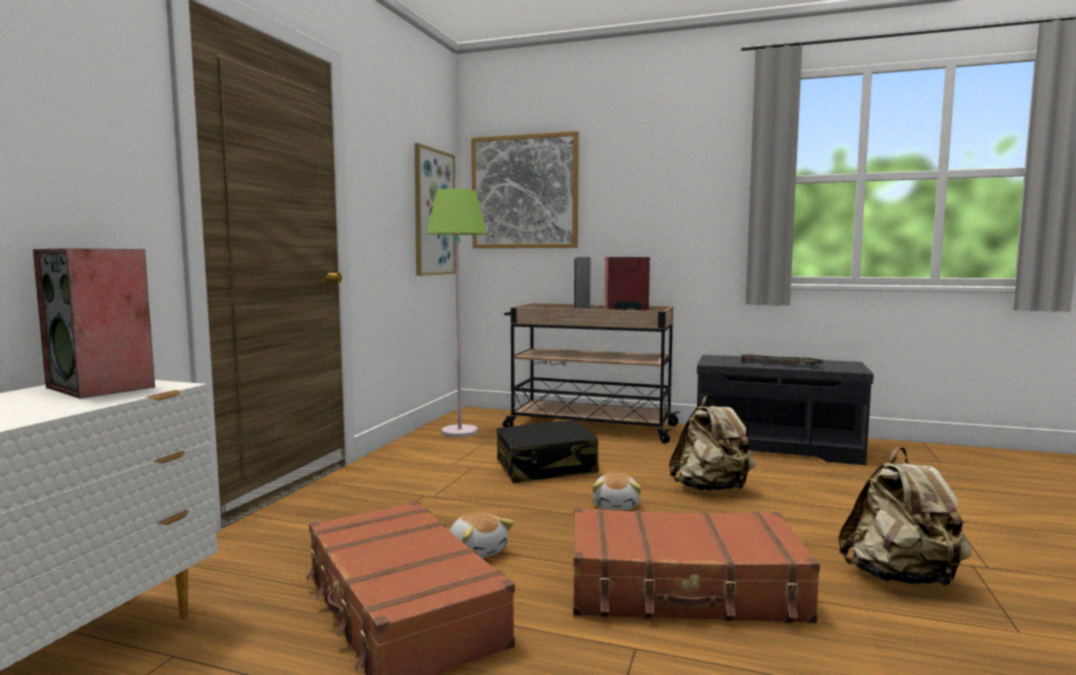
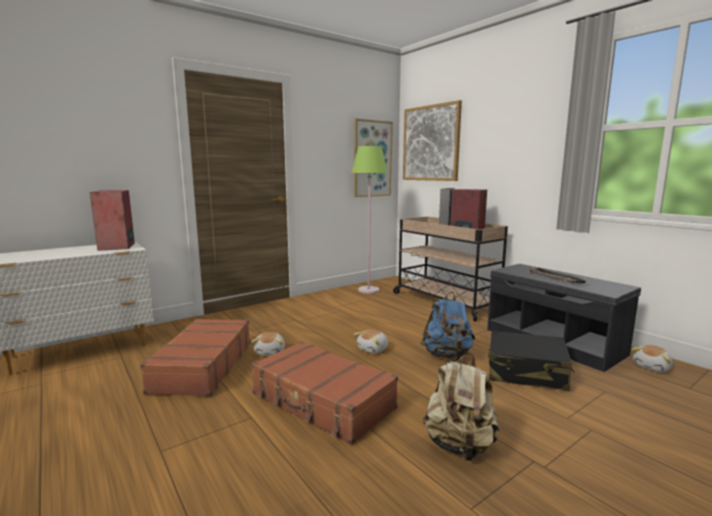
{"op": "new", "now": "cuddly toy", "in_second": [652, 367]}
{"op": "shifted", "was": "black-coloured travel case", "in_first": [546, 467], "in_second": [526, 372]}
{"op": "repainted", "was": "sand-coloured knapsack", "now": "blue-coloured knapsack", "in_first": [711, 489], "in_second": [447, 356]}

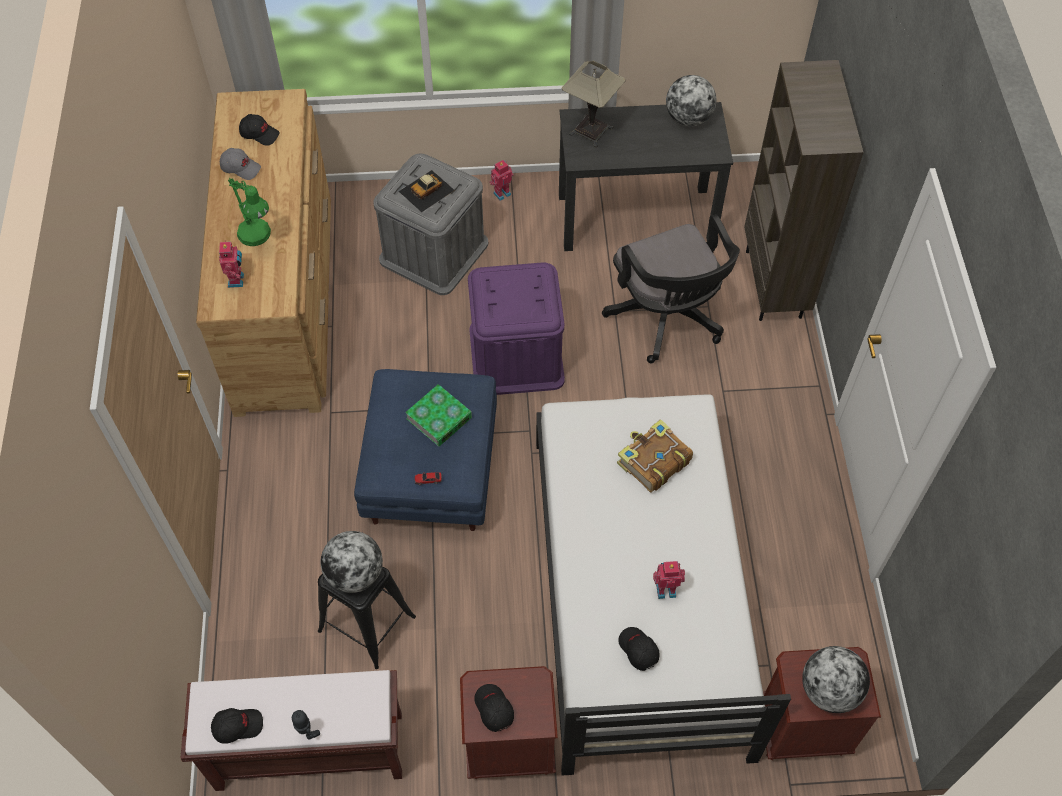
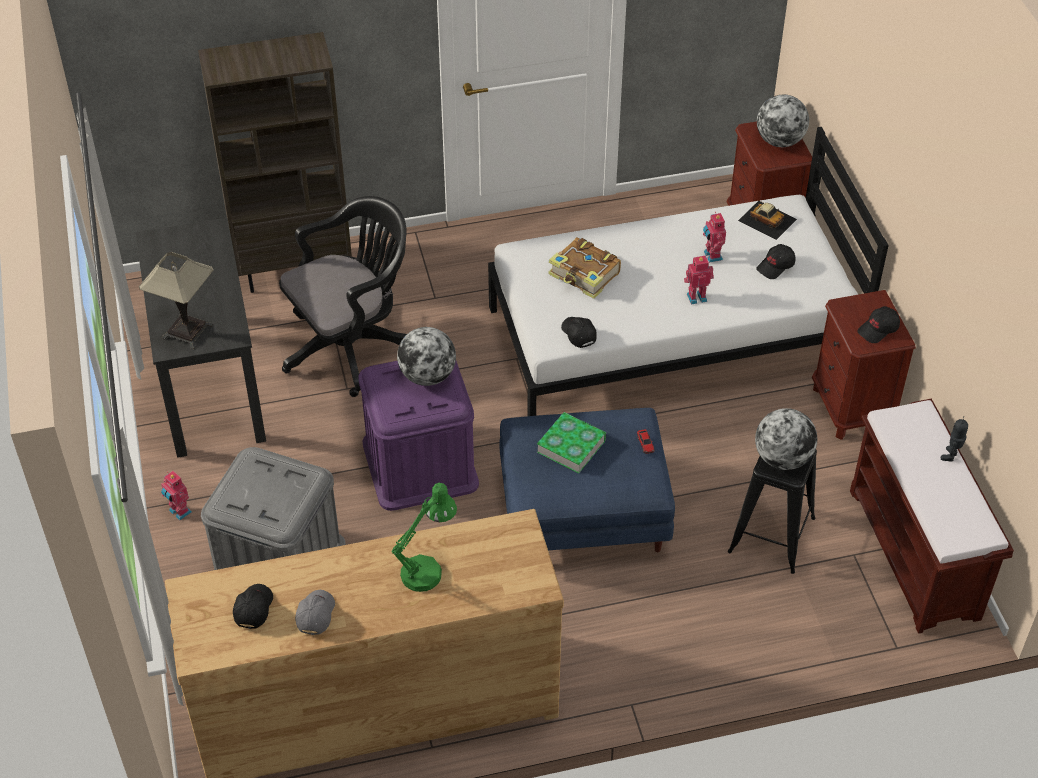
{"op": "shifted", "was": "black-coloured cap", "in_first": [237, 726], "in_second": [578, 334]}
{"op": "shifted", "was": "model robot", "in_first": [237, 280], "in_second": [696, 296]}
{"op": "shifted", "was": "model car", "in_first": [427, 190], "in_second": [767, 219]}
{"op": "shifted", "was": "globe", "in_first": [688, 118], "in_second": [427, 376]}

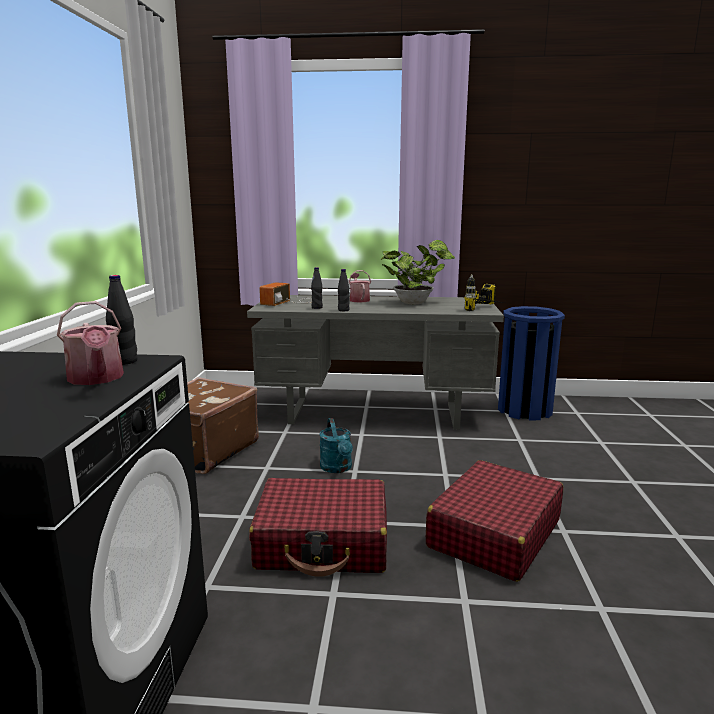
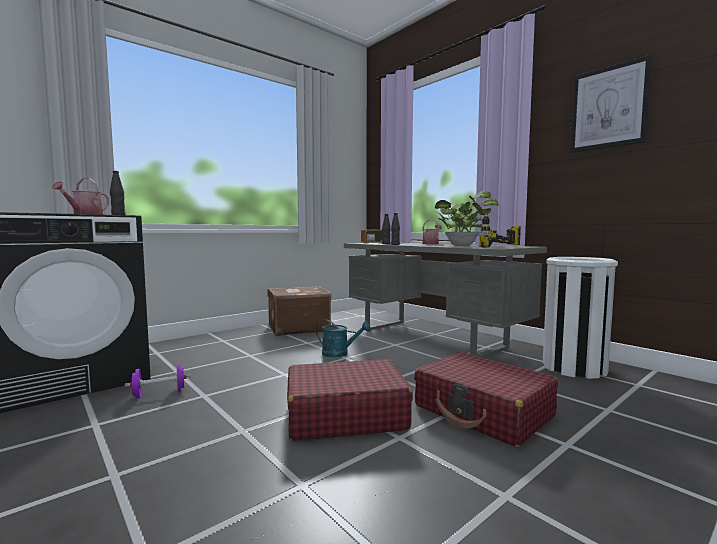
{"op": "new", "now": "purple free weight", "in_second": [159, 393]}
{"op": "new", "now": "wall picture", "in_second": [608, 107]}
{"op": "shifted", "was": "reddish travel case", "in_first": [323, 542], "in_second": [483, 411]}
{"op": "repainted", "was": "blue-coloured waste bin", "now": "white-coloured waste bin", "in_first": [525, 410], "in_second": [574, 368]}
{"op": "rotated", "was": "blue-green watering pot", "in_first": [337, 468], "in_second": [340, 353], "clockwise": -105}

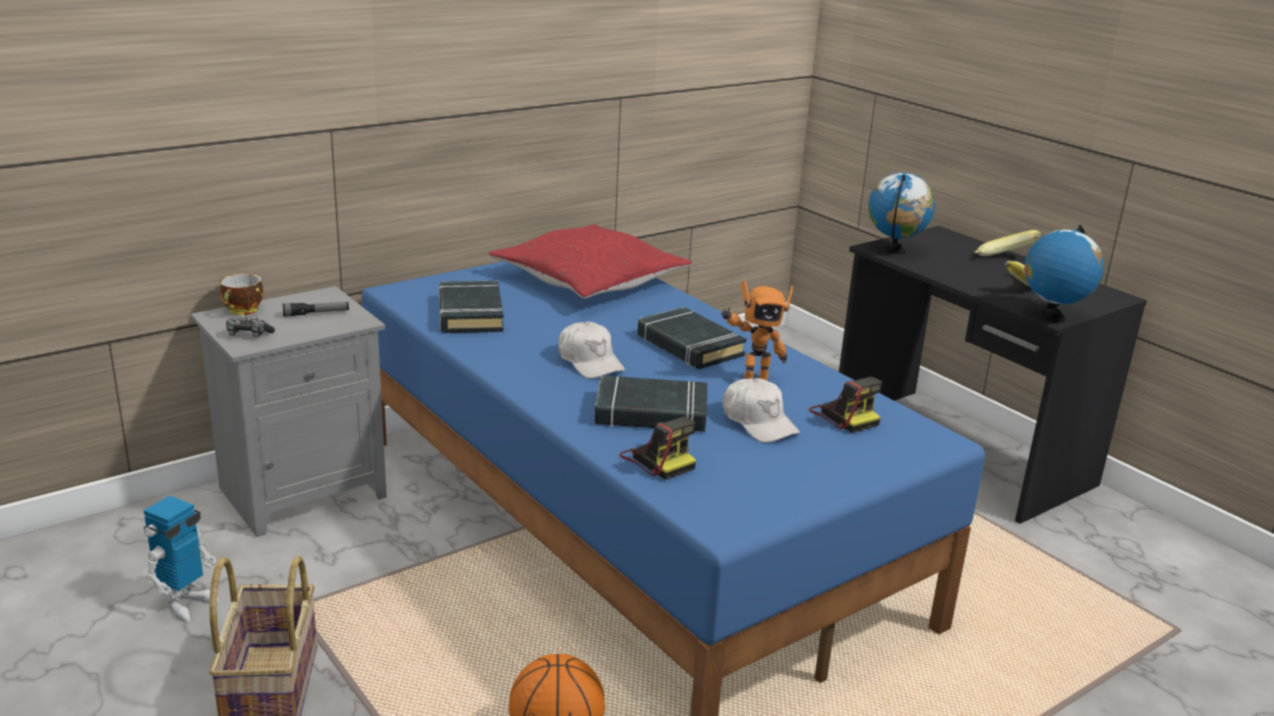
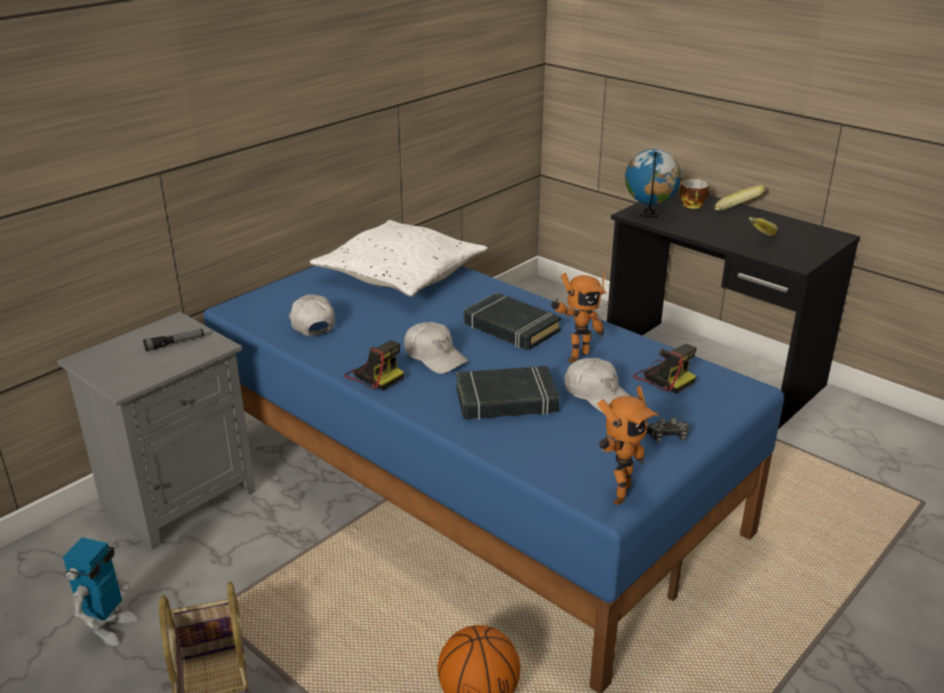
{"op": "gone", "was": "globe", "in_first": [1052, 317]}
{"op": "new", "now": "model robot", "in_second": [616, 493]}
{"op": "shifted", "was": "cup", "in_first": [243, 311], "in_second": [693, 205]}
{"op": "shifted", "was": "game controller", "in_first": [248, 335], "in_second": [666, 437]}
{"op": "shifted", "was": "photo camera", "in_first": [658, 460], "in_second": [374, 375]}
{"op": "swapped", "was": "black-coloured bound book", "now": "white-coloured cap", "in_first": [470, 314], "in_second": [311, 323]}
{"op": "repainted", "was": "reddish pillow", "now": "white-coloured pillow", "in_first": [589, 280], "in_second": [400, 273]}

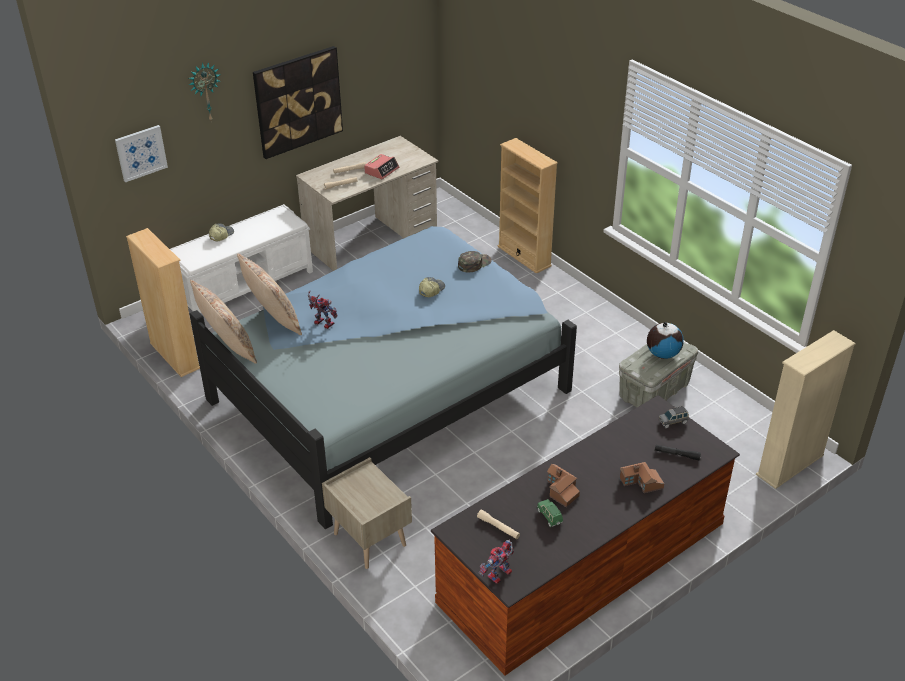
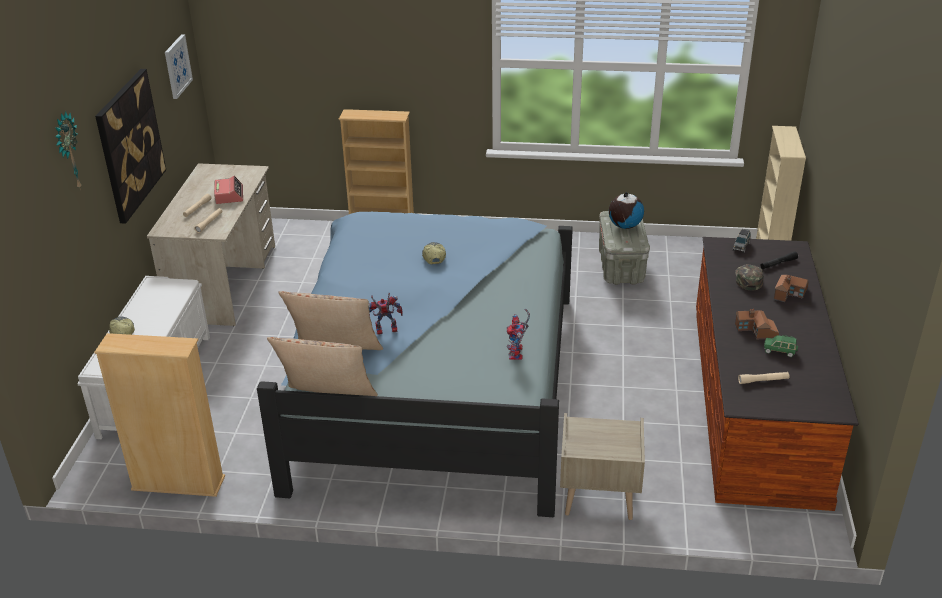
{"op": "shifted", "was": "wall picture", "in_first": [141, 153], "in_second": [177, 66]}
{"op": "shifted", "was": "green-coloured cap", "in_first": [474, 264], "in_second": [748, 279]}
{"op": "shifted", "was": "model robot", "in_first": [499, 576], "in_second": [517, 354]}

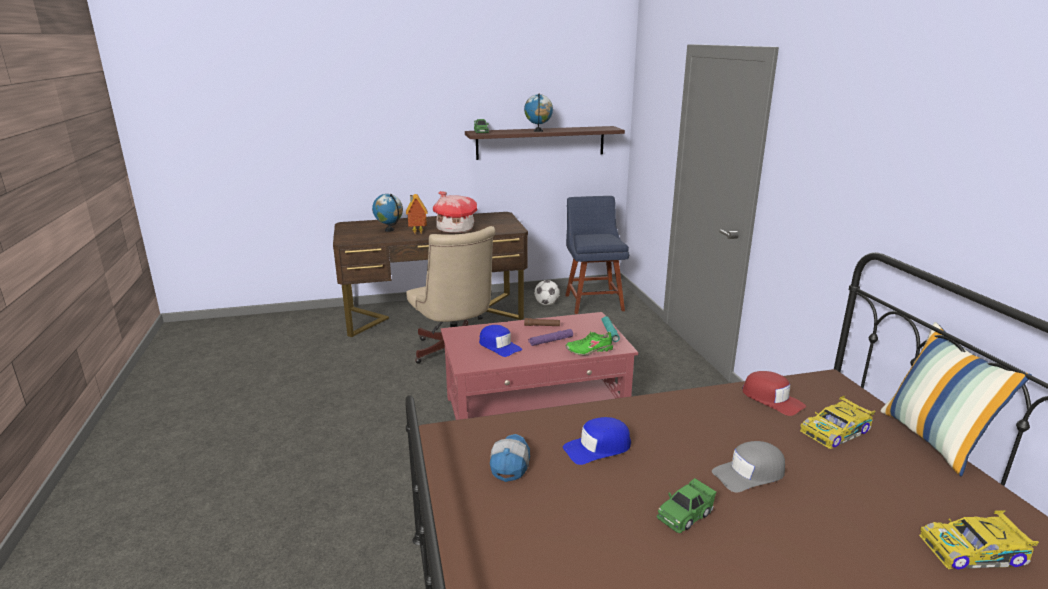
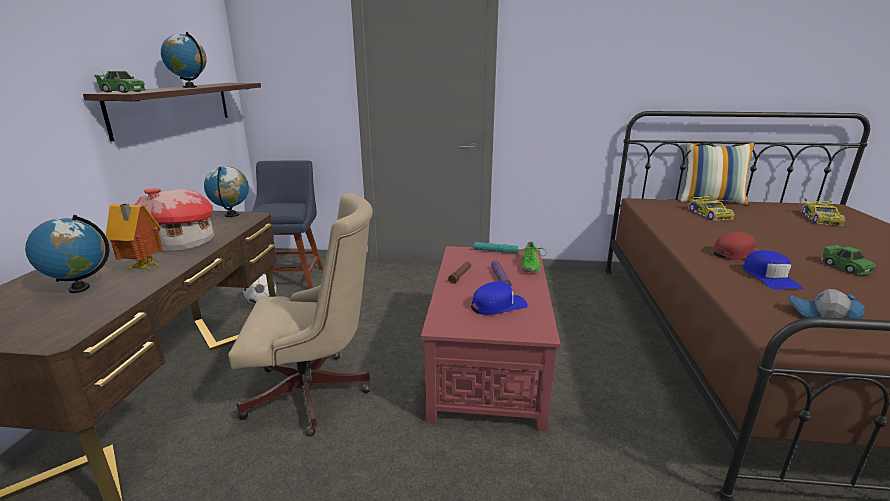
{"op": "gone", "was": "greyish cap", "in_first": [749, 474]}
{"op": "new", "now": "globe", "in_second": [232, 215]}
{"op": "shifted", "was": "reddish cap", "in_first": [772, 399], "in_second": [737, 253]}
{"op": "rotated", "was": "blue-coloured upright chair", "in_first": [593, 301], "in_second": [291, 278], "clockwise": 75}

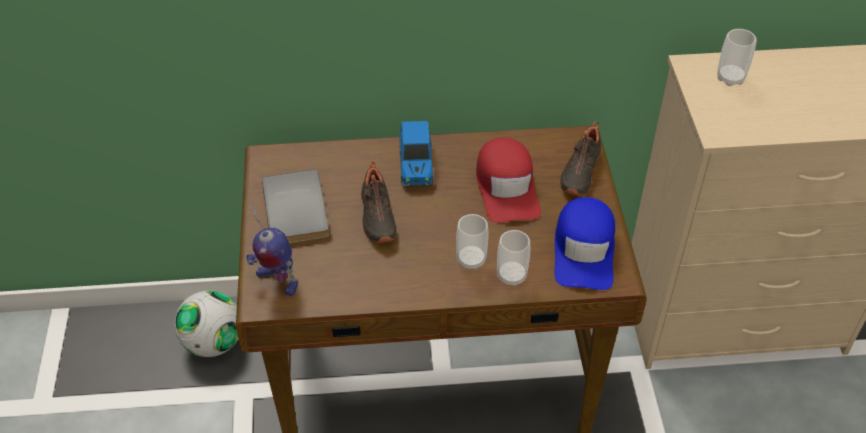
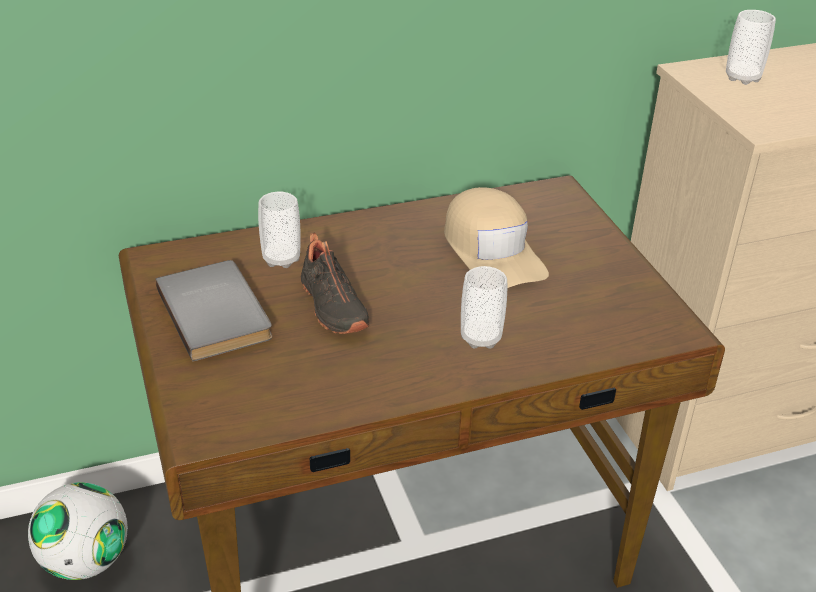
{"op": "gone", "was": "model robot", "in_first": [276, 281]}
{"op": "gone", "was": "model car", "in_first": [416, 166]}
{"op": "gone", "was": "blue-coloured cap", "in_first": [584, 250]}
{"op": "gone", "was": "black-coloured low shoe", "in_first": [579, 172]}
{"op": "shifted", "was": "cup", "in_first": [511, 276], "in_second": [281, 259]}
{"op": "repainted", "was": "reddish cap", "now": "sand-coloured cap", "in_first": [507, 187], "in_second": [492, 251]}

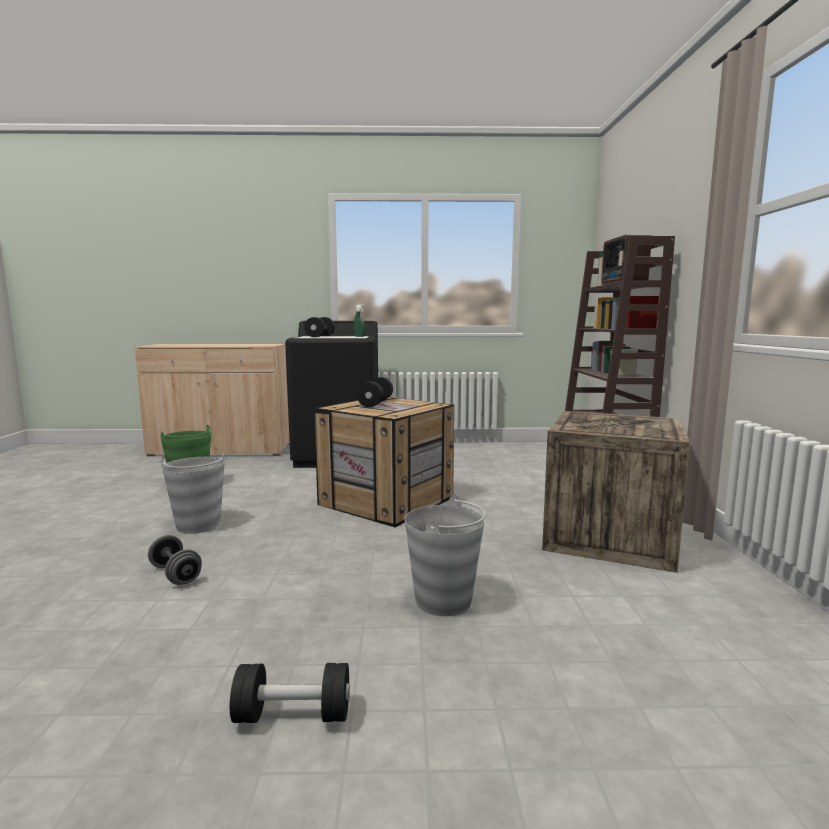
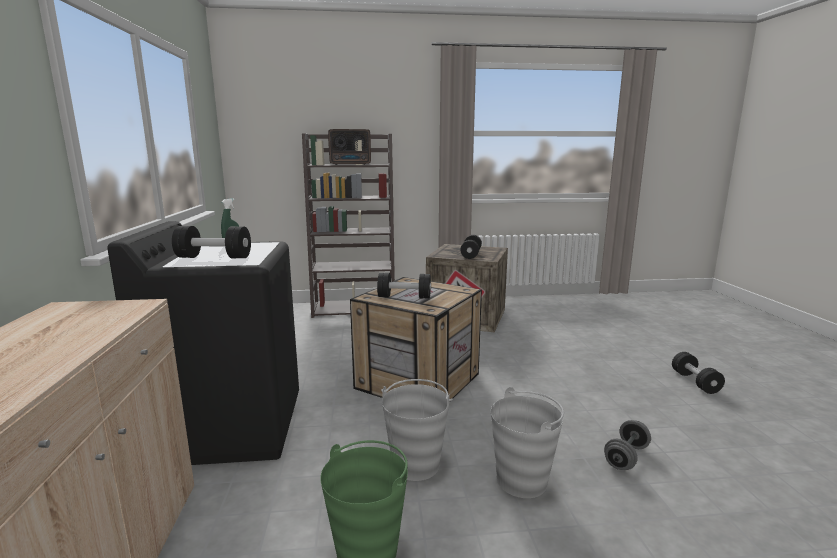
{"op": "new", "now": "black-coloured free weight", "in_second": [471, 255]}
{"op": "shifted", "was": "greyish pail", "in_first": [444, 601], "in_second": [416, 464]}

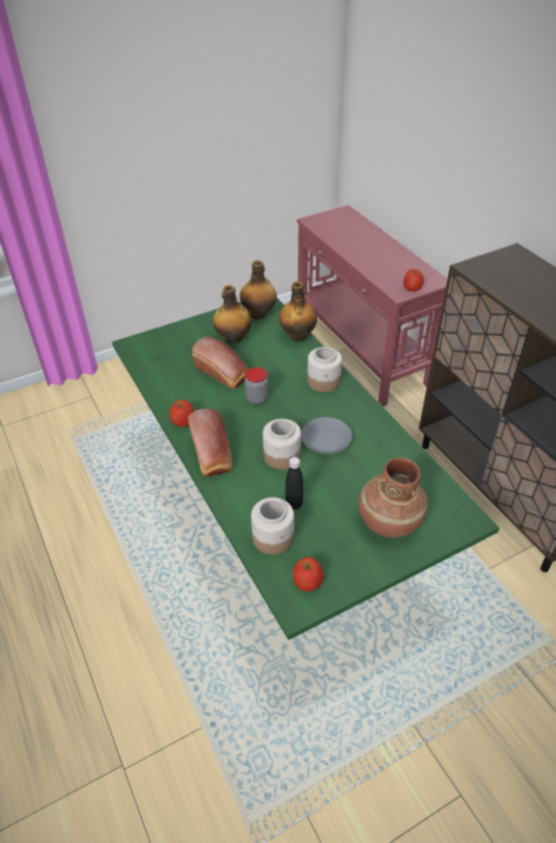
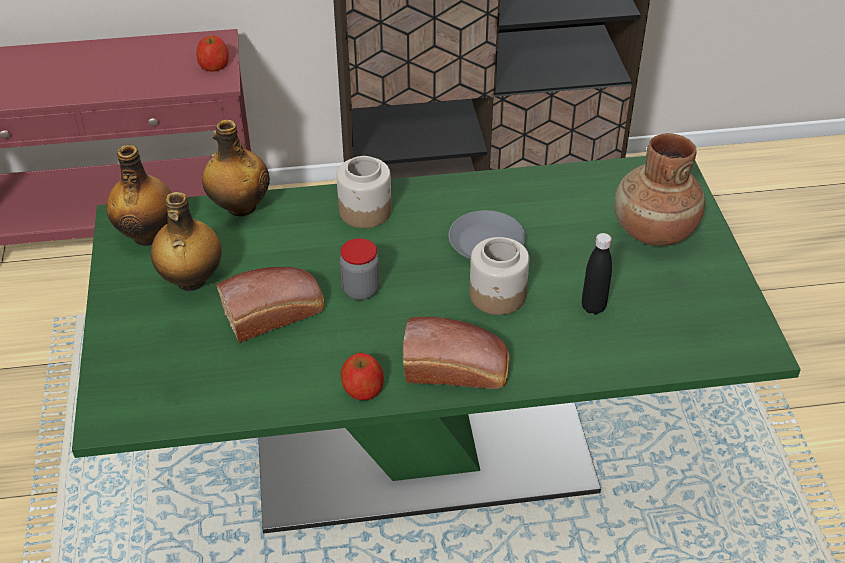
{"op": "gone", "was": "preserve jar", "in_first": [273, 538]}
{"op": "gone", "was": "apple fruit", "in_first": [307, 581]}

